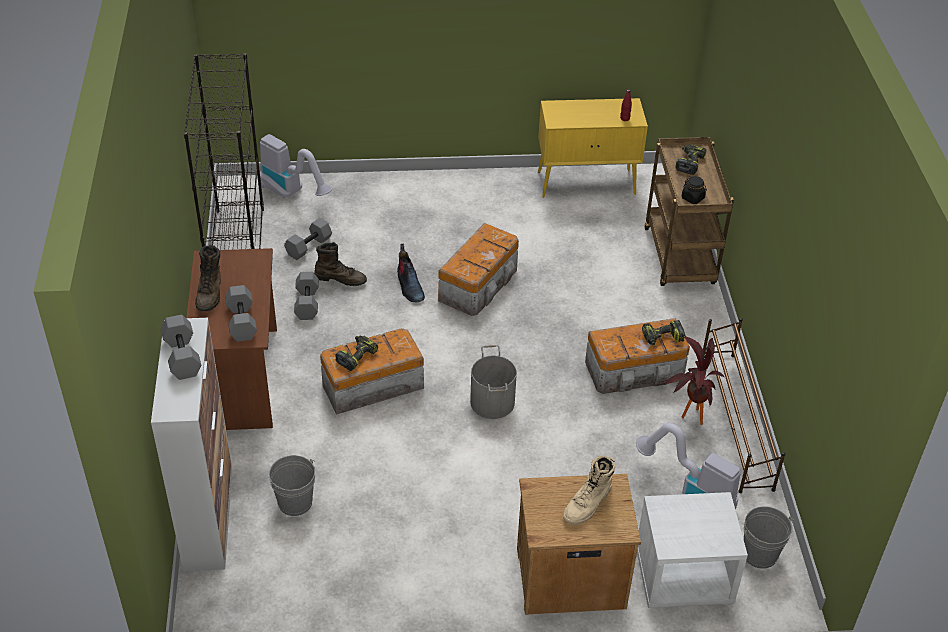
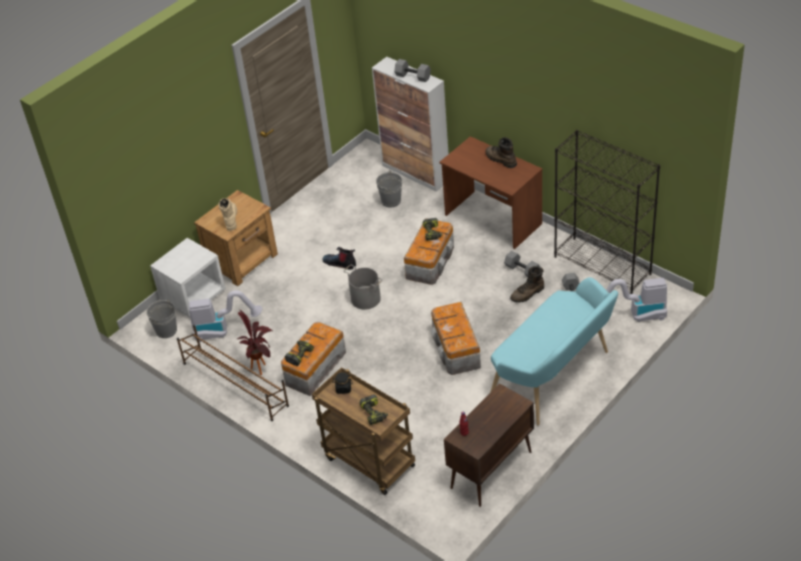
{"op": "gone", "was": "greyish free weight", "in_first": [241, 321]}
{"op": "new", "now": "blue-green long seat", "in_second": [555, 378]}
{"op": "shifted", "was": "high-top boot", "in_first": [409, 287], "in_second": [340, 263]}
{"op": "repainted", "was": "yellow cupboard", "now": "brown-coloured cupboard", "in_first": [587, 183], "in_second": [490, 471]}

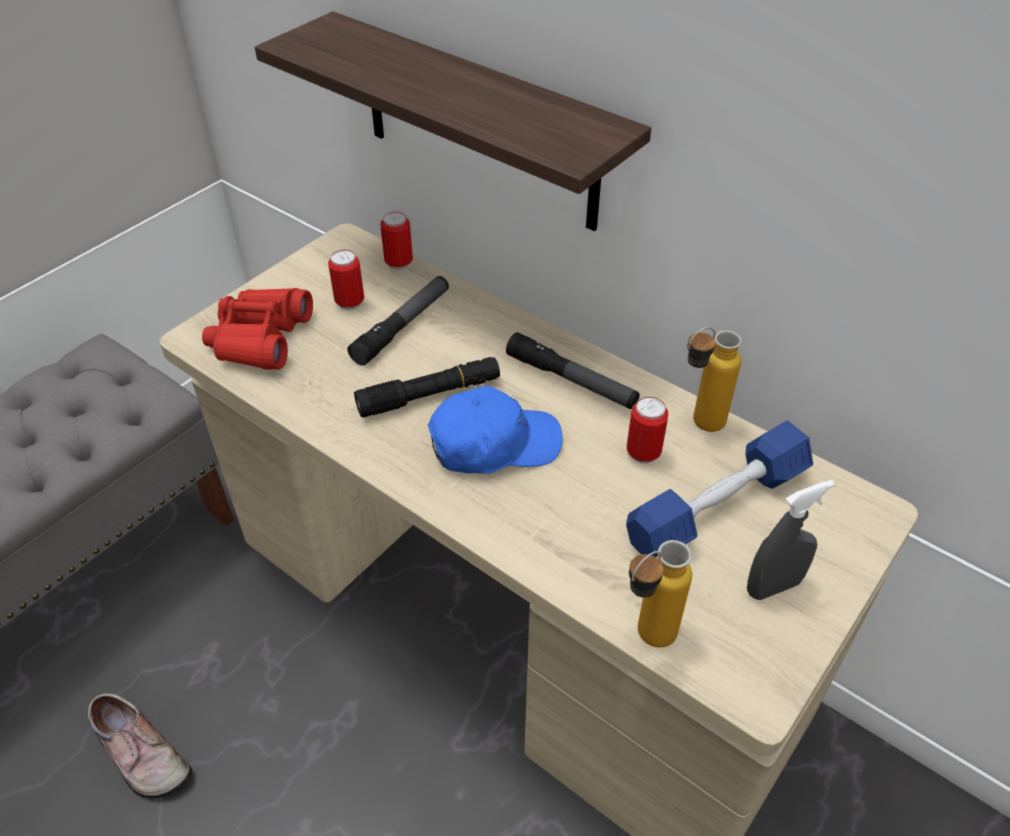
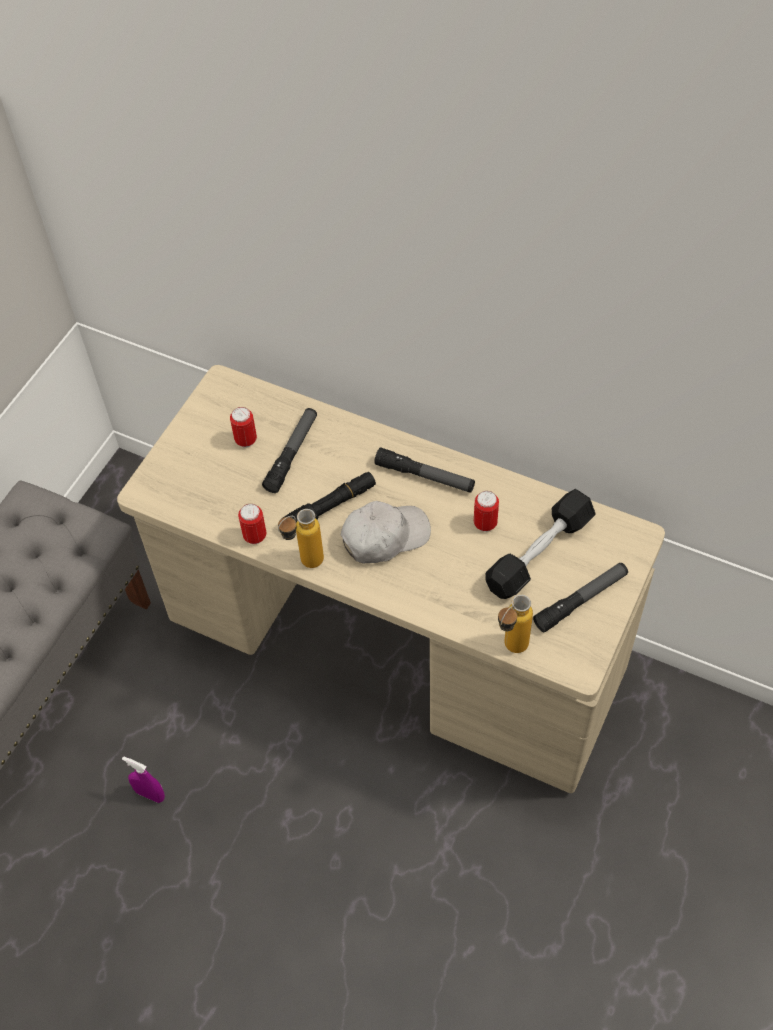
{"op": "gone", "was": "reddish binoculars", "in_first": [260, 338]}
{"op": "gone", "was": "shelf", "in_first": [478, 123]}
{"op": "shifted", "was": "metal can", "in_first": [399, 263], "in_second": [255, 536]}
{"op": "shifted", "was": "beverage bottle", "in_first": [697, 426], "in_second": [304, 564]}
{"op": "swapped", "was": "low shoe", "now": "purple sprayer", "in_first": [139, 755], "in_second": [150, 794]}
{"op": "swapped", "was": "greyish sprayer", "now": "flashlight", "in_first": [773, 587], "in_second": [581, 600]}
{"op": "repainted", "was": "blue-coloured cap", "now": "white-coloured cap", "in_first": [493, 444], "in_second": [384, 537]}
{"op": "repainted", "was": "blue-coloured free weight", "now": "black-coloured free weight", "in_first": [717, 506], "in_second": [539, 553]}

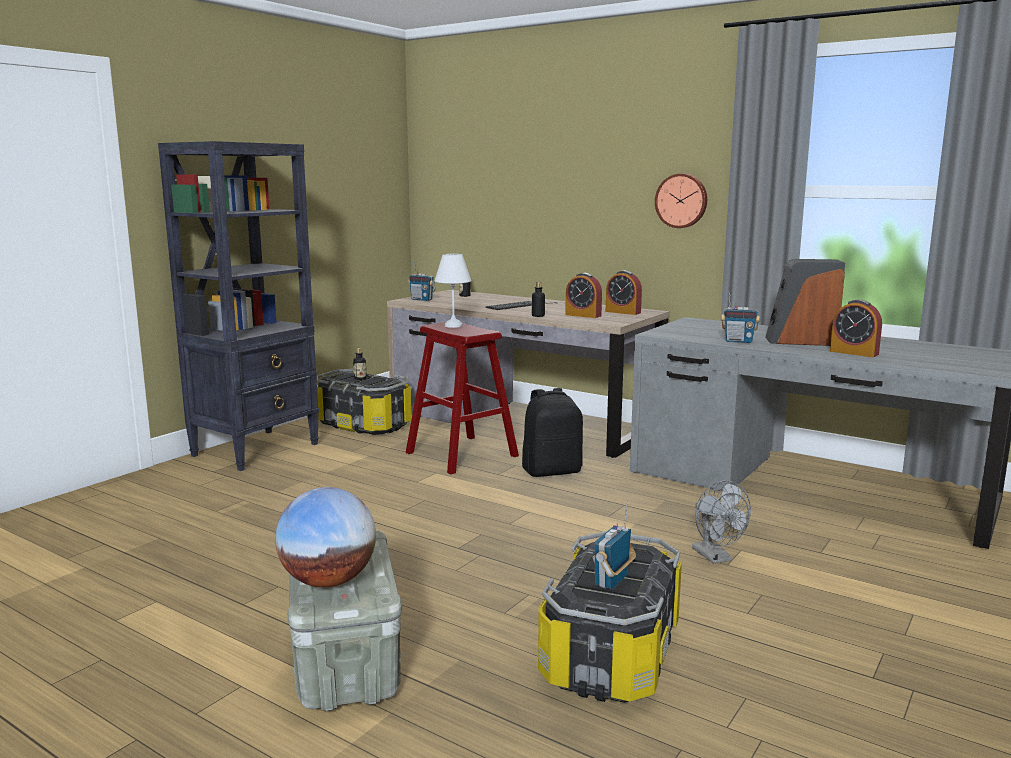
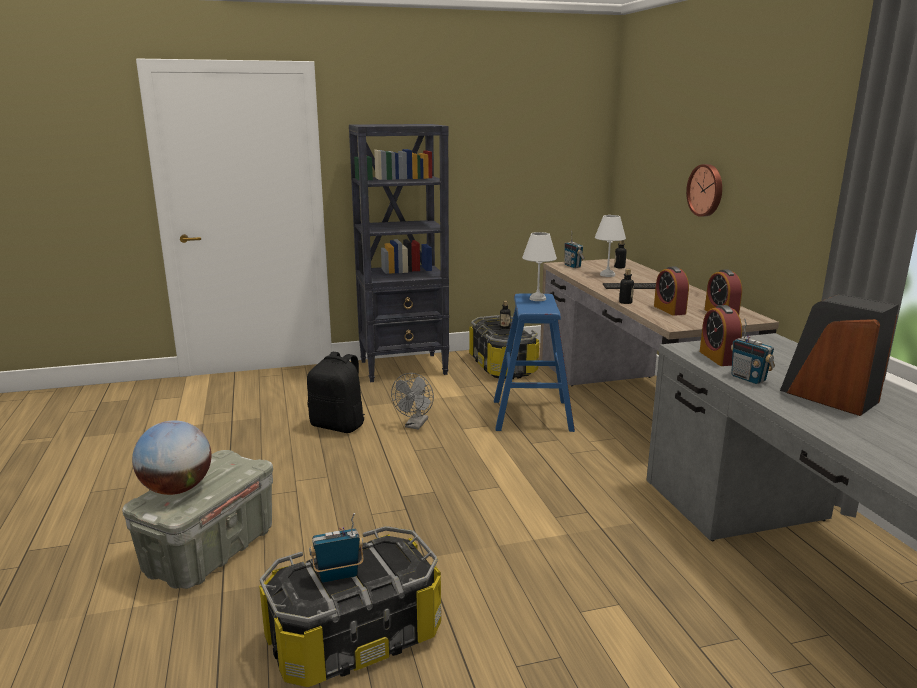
{"op": "new", "now": "white-coloured table lamp", "in_second": [606, 275]}
{"op": "shifted", "was": "black-coloured knapsack", "in_first": [552, 471], "in_second": [339, 425]}
{"op": "shifted", "was": "hanging clock", "in_first": [681, 200], "in_second": [706, 190]}
{"op": "shifted", "was": "greyish cooling fan", "in_first": [716, 557], "in_second": [415, 425]}
{"op": "shifted", "was": "bedside clock", "in_first": [854, 353], "in_second": [718, 358]}
{"op": "repainted", "was": "reddish sitting stool", "now": "blue-coloured sitting stool", "in_first": [461, 454], "in_second": [532, 415]}

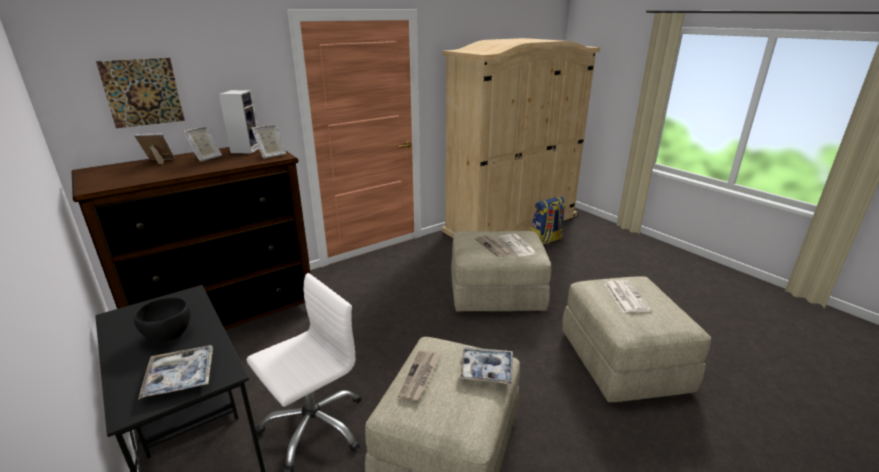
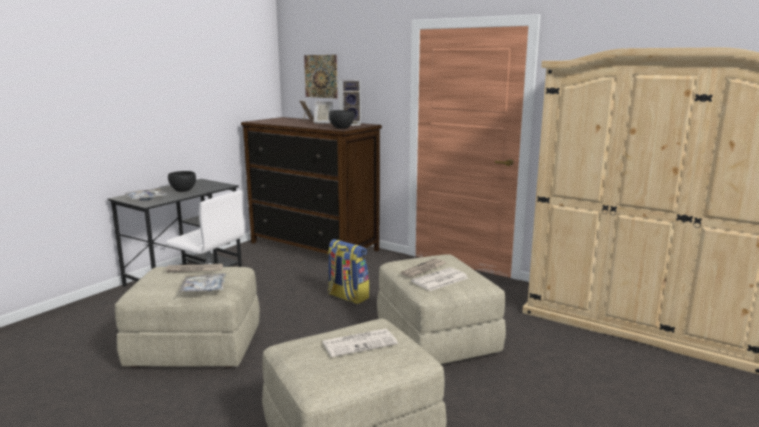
{"op": "shifted", "was": "knapsack", "in_first": [546, 240], "in_second": [347, 297]}
{"op": "swapped", "was": "picture frame", "now": "black-coloured serving bowl", "in_first": [271, 155], "in_second": [342, 128]}

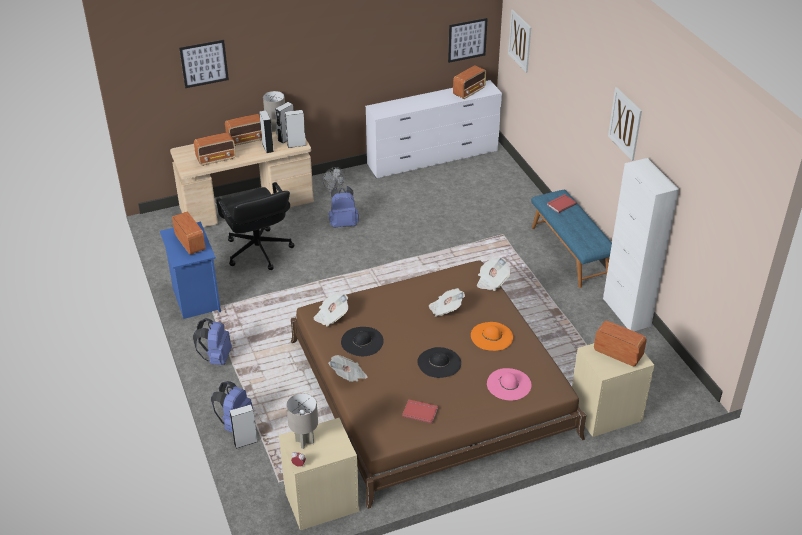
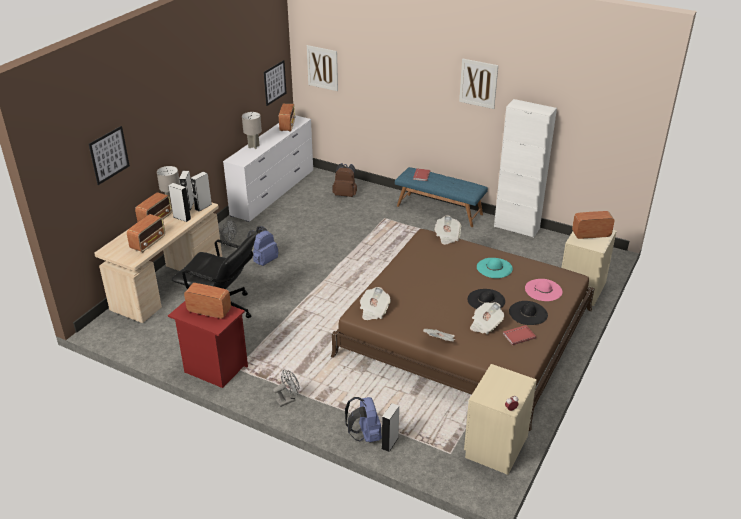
{"op": "new", "now": "brown-coloured knapsack", "in_second": [345, 194]}
{"op": "shifted", "was": "greyish table lamp", "in_first": [305, 441], "in_second": [254, 146]}
{"op": "shifted", "was": "black-coloured wearable hat", "in_first": [362, 341], "in_second": [528, 313]}
{"op": "shifted", "was": "printed paper", "in_first": [445, 309], "in_second": [485, 325]}
{"op": "swapped", "was": "blue-coloured knapsack", "now": "greyish cooling fan", "in_first": [216, 358], "in_second": [288, 400]}
{"op": "repainted", "was": "blue-coloured bedside table", "now": "reddish bedside table", "in_first": [195, 299], "in_second": [214, 369]}
{"op": "repainted", "was": "orange-coloured wearable hat", "now": "blue-green wearable hat", "in_first": [491, 336], "in_second": [494, 268]}

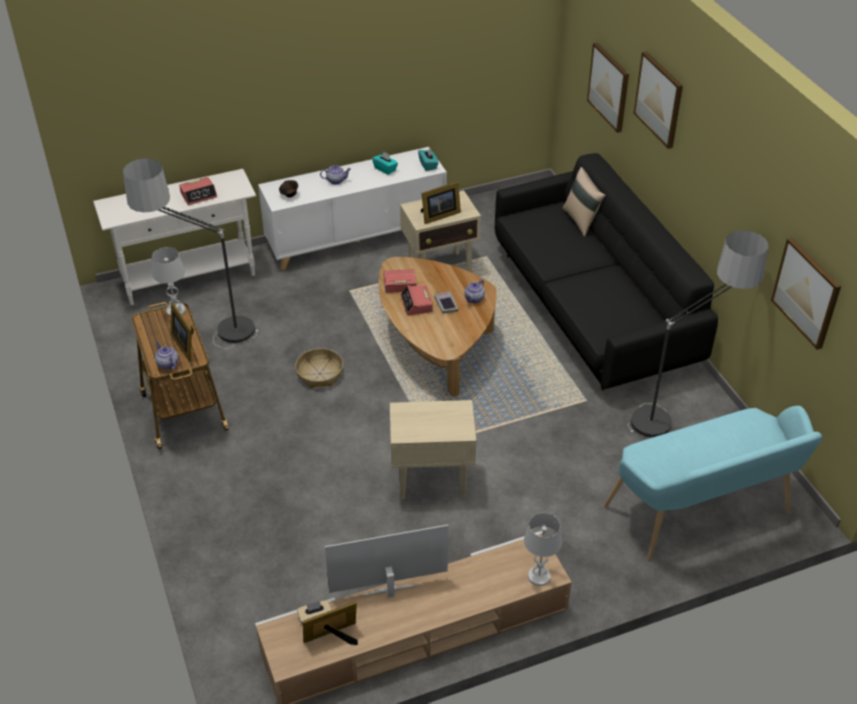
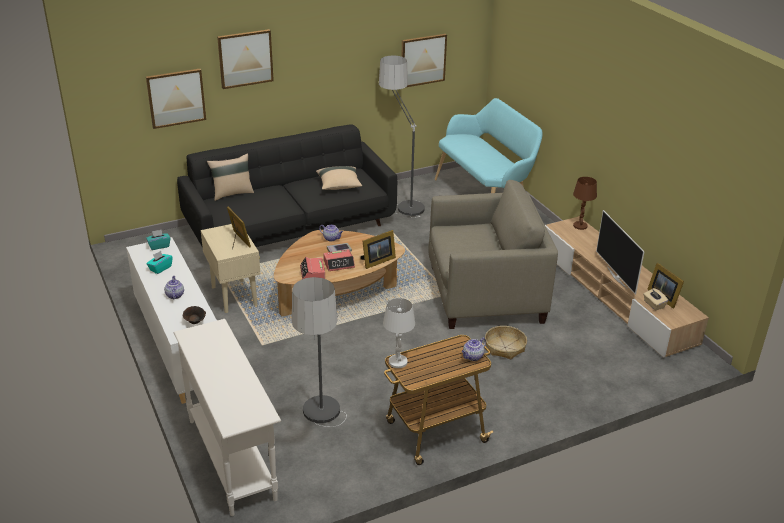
{"op": "gone", "was": "bedside clock", "in_first": [199, 195]}
{"op": "new", "now": "sand-coloured pillow", "in_second": [339, 186]}
{"op": "shifted", "was": "picture frame", "in_first": [185, 344], "in_second": [376, 261]}
{"op": "shifted", "was": "basket", "in_first": [319, 373], "in_second": [504, 347]}
{"op": "swapped", "was": "sand-coloured side table", "now": "sand-coloured lounge chair", "in_first": [431, 481], "in_second": [485, 293]}
{"op": "repainted", "was": "white-coloured table lamp", "now": "brown-coloured table lamp", "in_first": [539, 576], "in_second": [580, 226]}

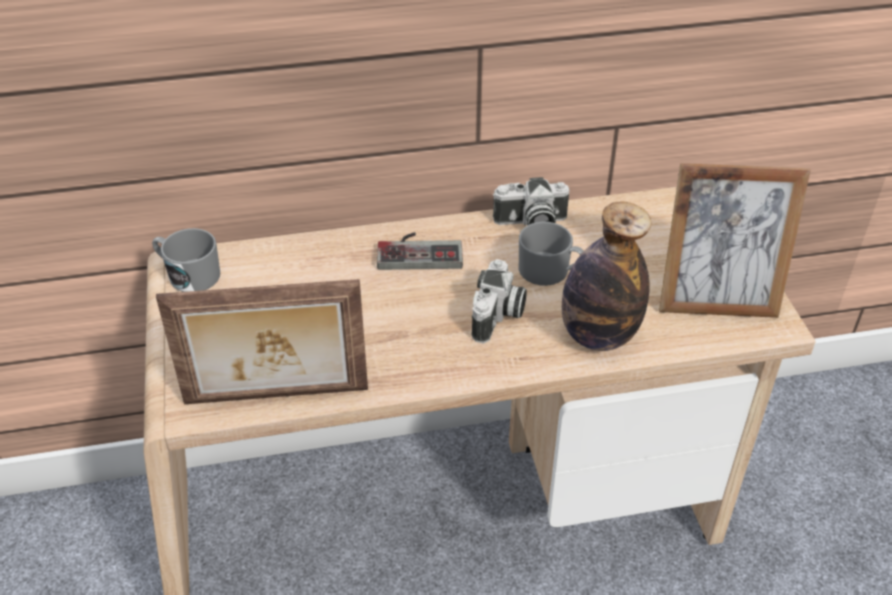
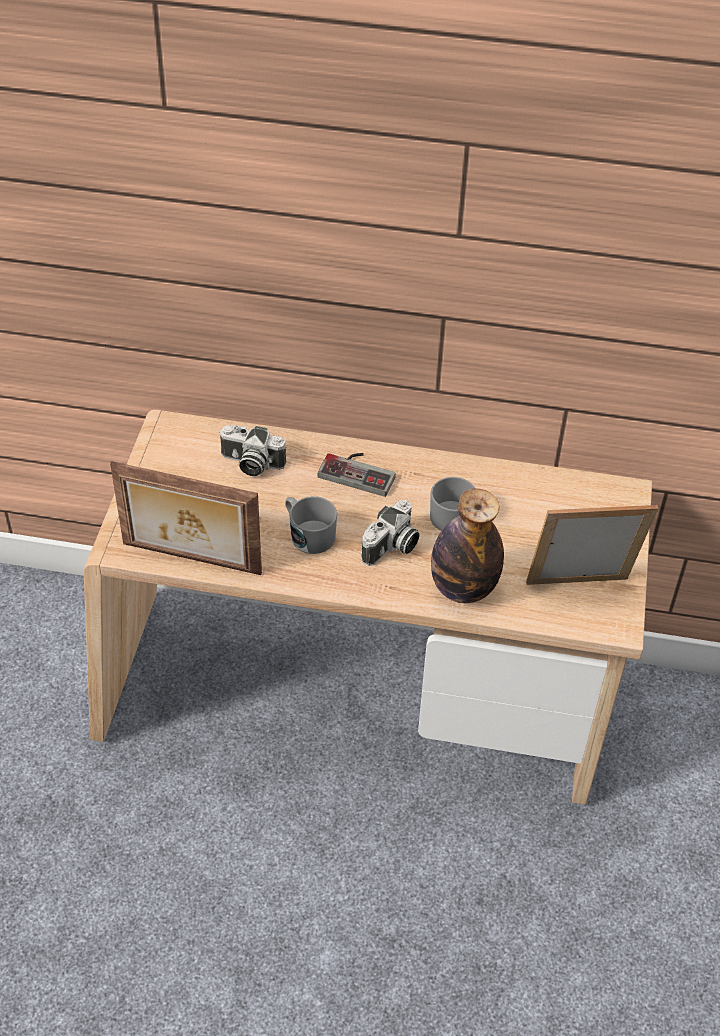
{"op": "shifted", "was": "greyish mug", "in_first": [188, 274], "in_second": [308, 534]}
{"op": "shifted", "was": "photo camera", "in_first": [530, 223], "in_second": [250, 464]}
{"op": "rotated", "was": "picture frame", "in_first": [716, 303], "in_second": [579, 591], "clockwise": 150}

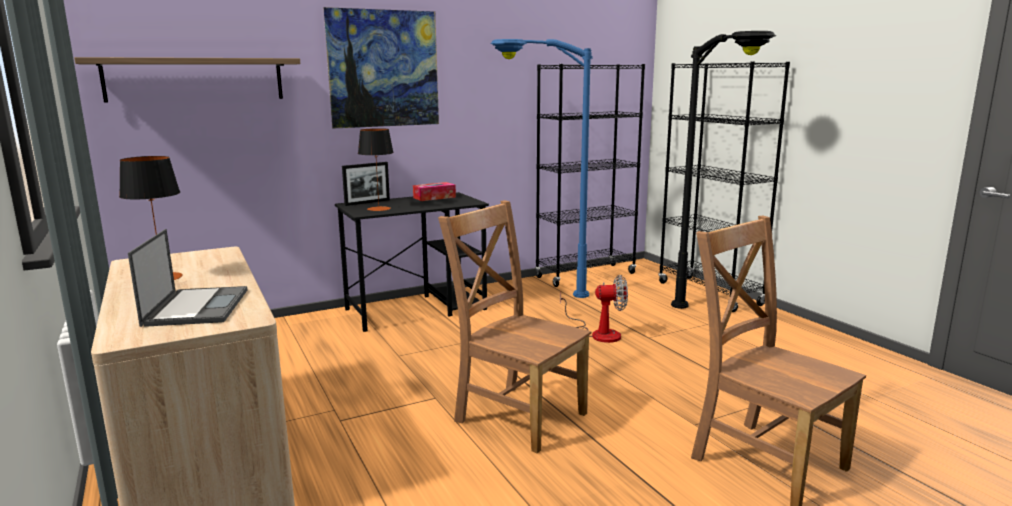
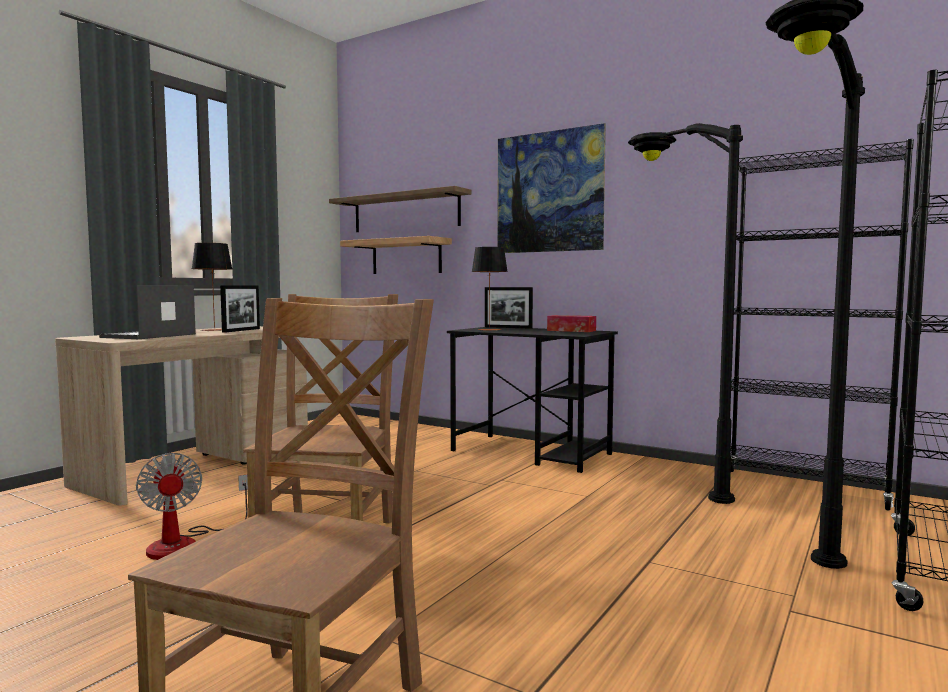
{"op": "new", "now": "picture frame", "in_second": [241, 330]}
{"op": "new", "now": "shelf", "in_second": [406, 257]}
{"op": "shifted", "was": "cooling fan", "in_first": [598, 333], "in_second": [186, 543]}
{"op": "repainted", "was": "blue-coloured standing lamp", "now": "black-coloured standing lamp", "in_first": [529, 295], "in_second": [663, 479]}
{"op": "rotated", "was": "portable computer", "in_first": [197, 306], "in_second": [148, 336], "clockwise": 150}

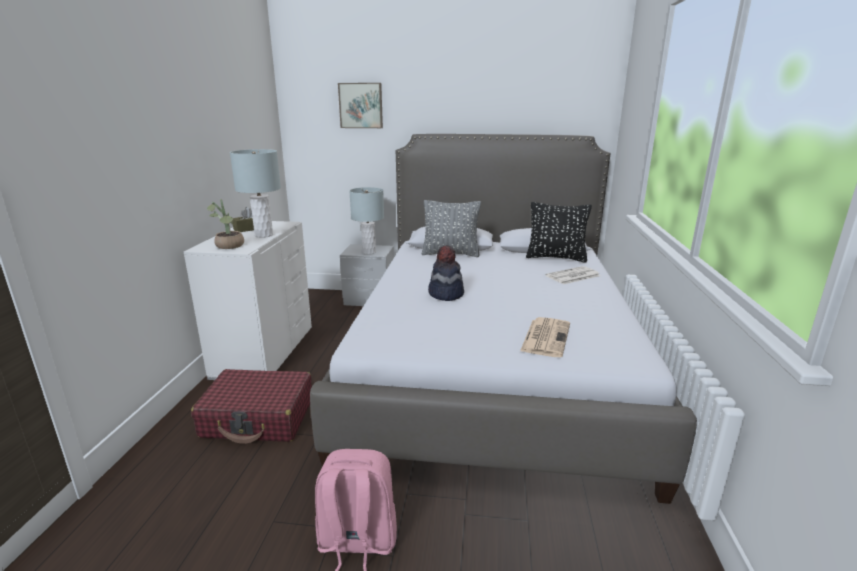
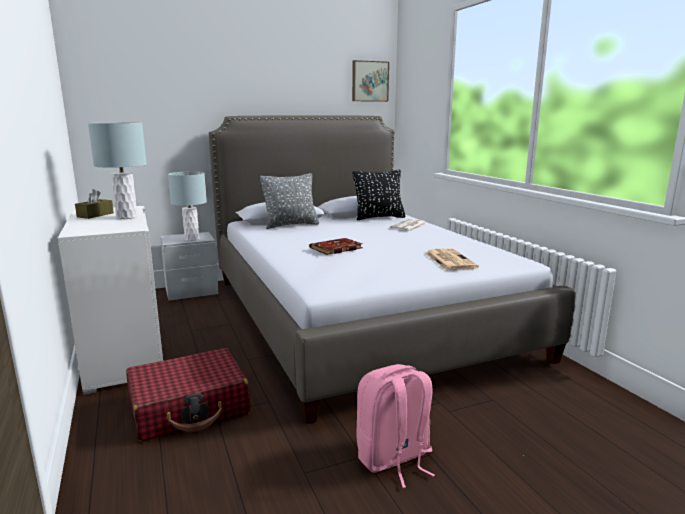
{"op": "gone", "was": "potted plant", "in_first": [229, 246]}
{"op": "shifted", "was": "wall picture", "in_first": [361, 105], "in_second": [369, 81]}
{"op": "swapped", "was": "wearable hat", "now": "bound book", "in_first": [445, 294], "in_second": [335, 248]}

